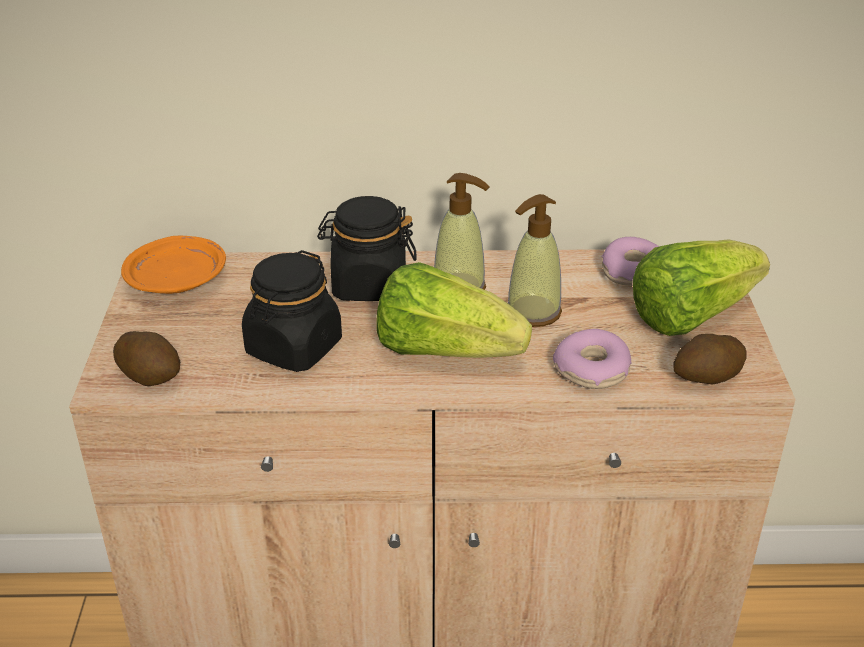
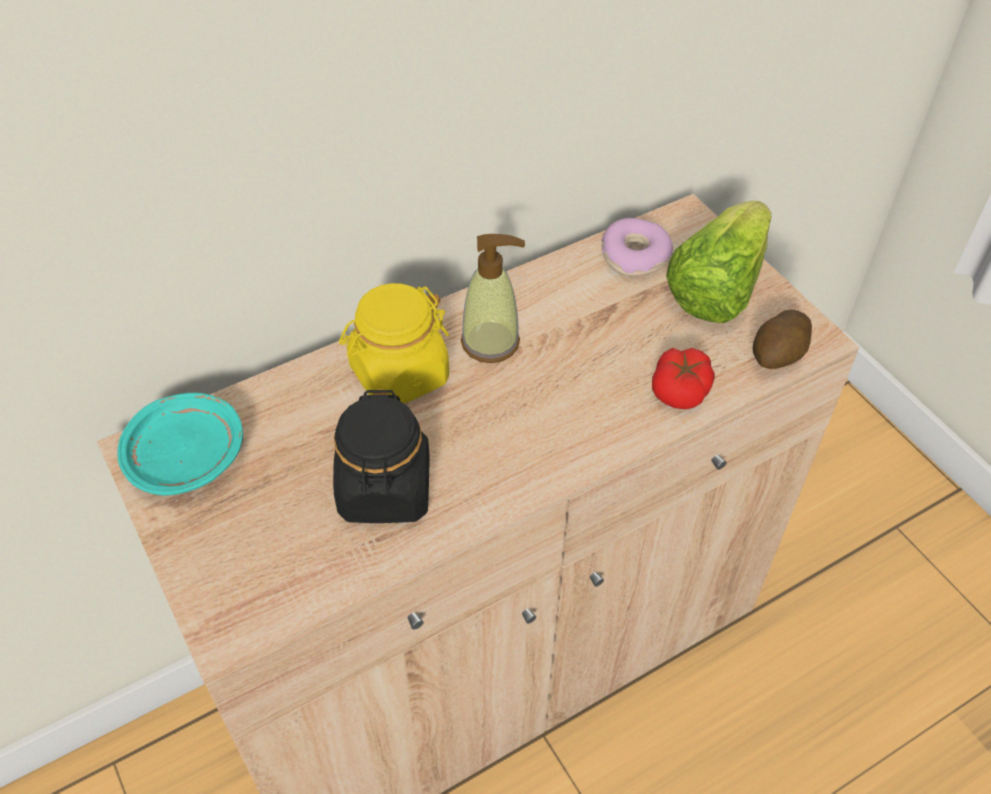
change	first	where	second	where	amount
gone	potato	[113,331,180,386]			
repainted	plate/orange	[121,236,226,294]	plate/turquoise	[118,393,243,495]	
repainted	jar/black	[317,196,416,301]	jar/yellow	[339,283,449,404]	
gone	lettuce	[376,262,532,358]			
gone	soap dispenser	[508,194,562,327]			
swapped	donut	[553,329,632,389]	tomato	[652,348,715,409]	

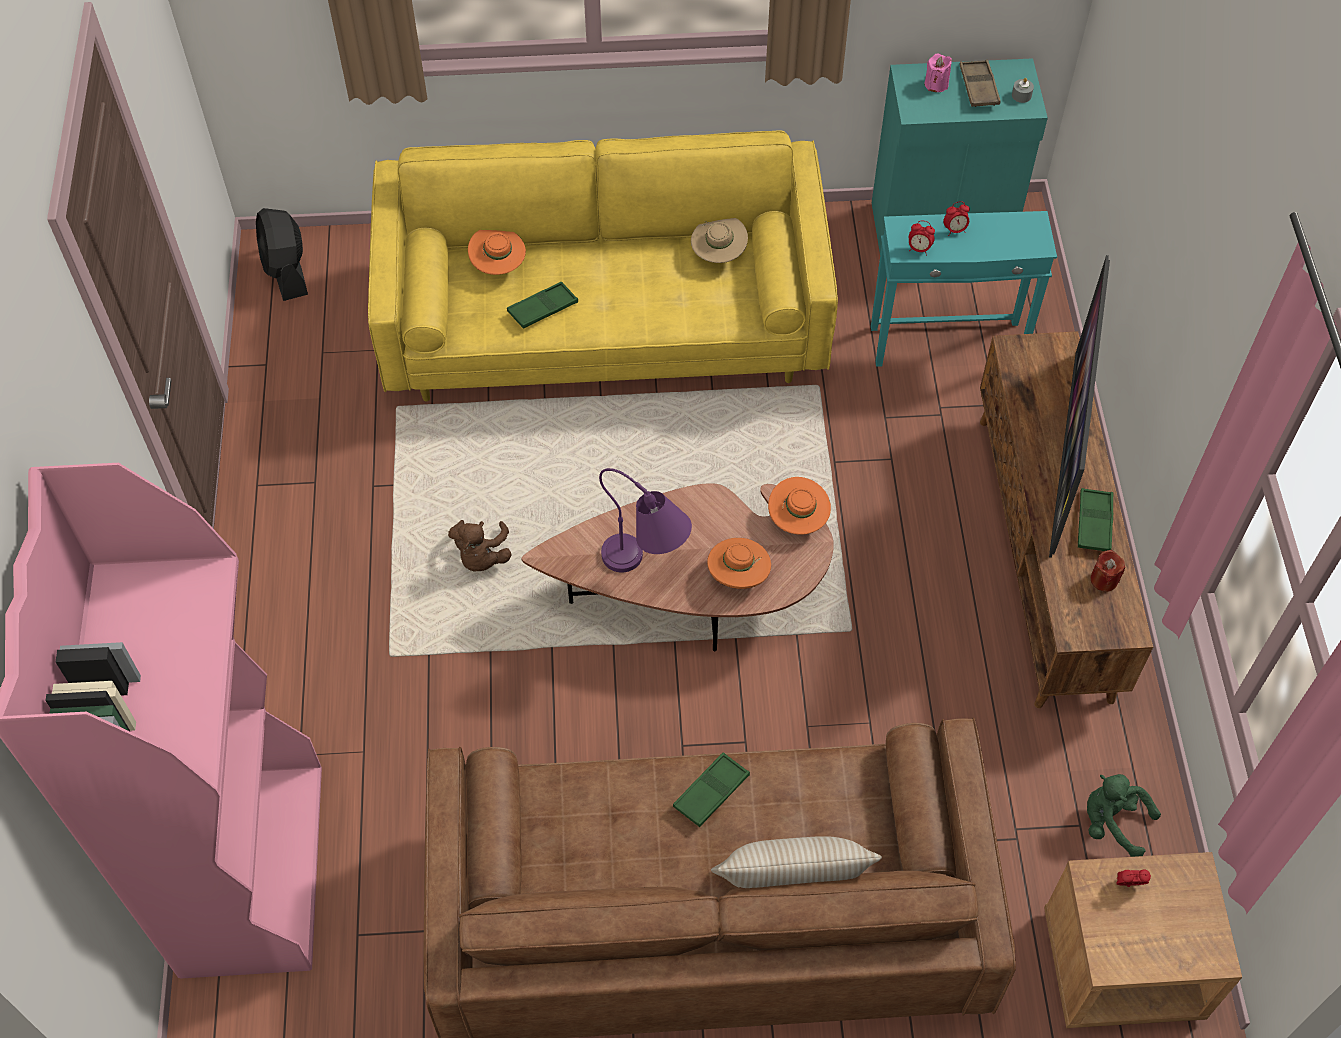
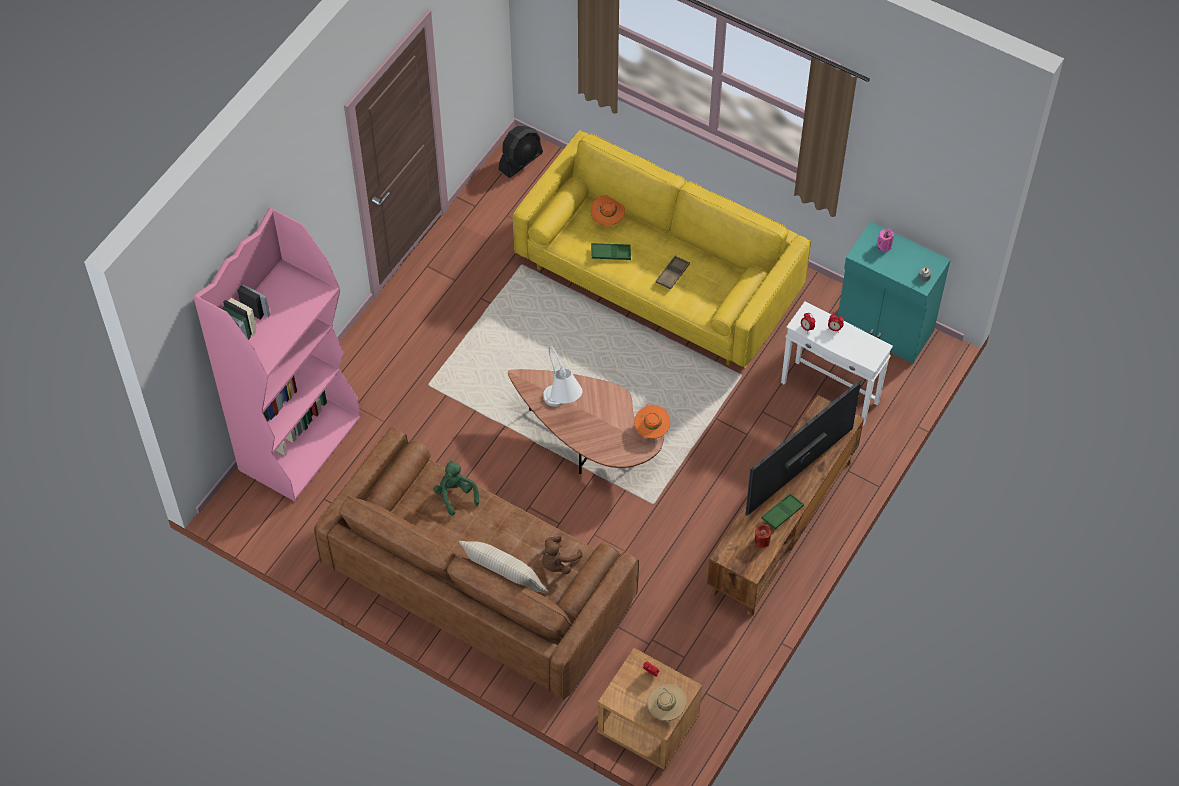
change	first	where	second	where	amount
rotated	fan/black	[256,208,308,301]		[499,126,543,178]	150 degrees counterclockwise
shifted	plush toy/brown	[448,520,512,571]		[542,536,583,574]	
repainted	table lamp/purple	[599,468,692,572]	table lamp/white	[543,346,583,407]	
gone	tray/green	[673,752,750,827]			
shifted	hat/beige	[691,218,748,263]		[647,684,687,721]	
gone	hat/orange	[707,538,771,589]			
repainted	side table/turquoise	[871,211,1057,367]	side table/white	[781,302,893,426]	
shifted	tray/brown	[960,60,1001,107]		[656,256,690,289]	
shifted	plush toy/green	[1087,774,1161,857]		[433,460,479,516]	

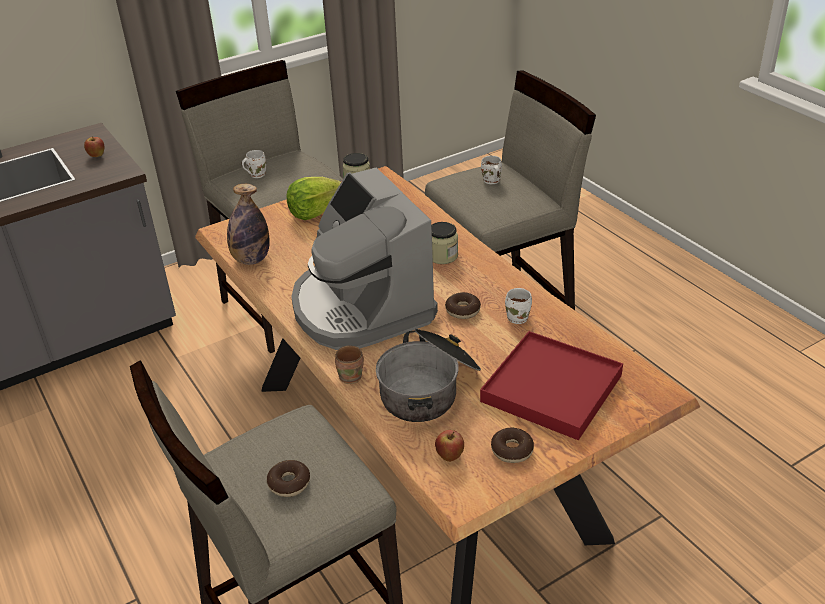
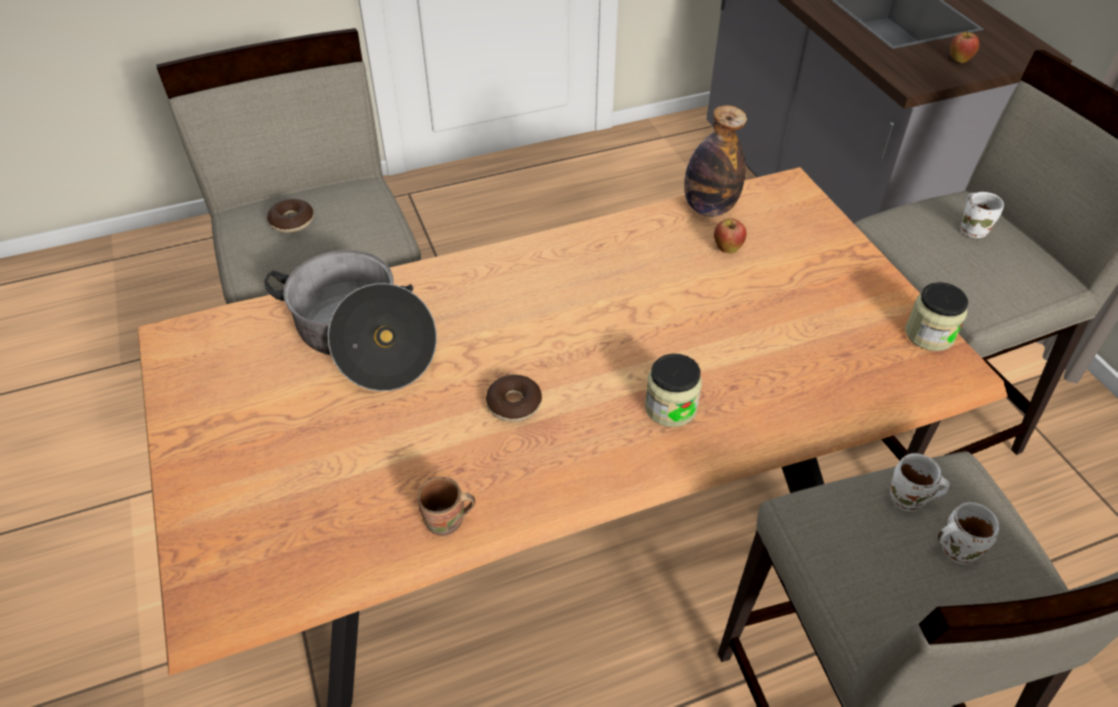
change	first	where	second	where	amount
gone	lettuce	[286,177,341,220]			
gone	coffee machine	[291,167,438,350]			
shifted	mug/brown	[335,345,364,384]		[418,477,475,537]	
shifted	apple	[435,430,464,462]		[714,219,746,253]	
gone	tray/red	[480,331,623,440]			
gone	donut	[491,428,534,463]			
shifted	mug/white	[505,288,532,324]		[890,453,951,512]	

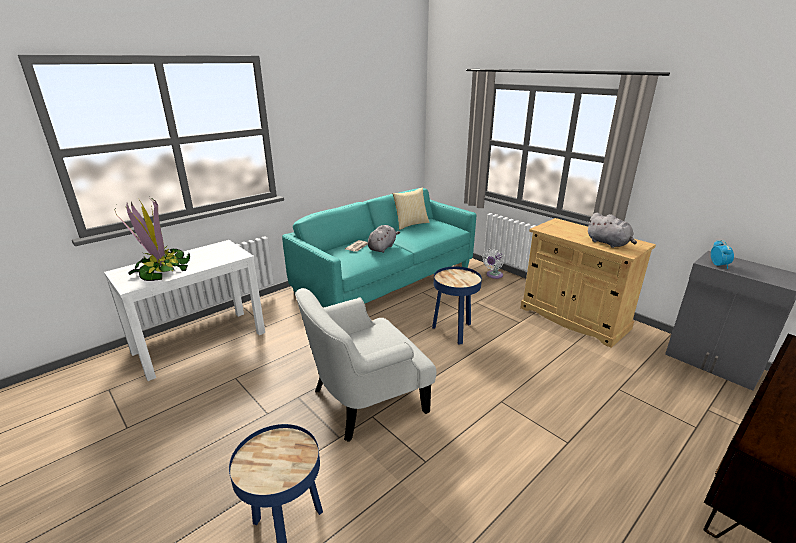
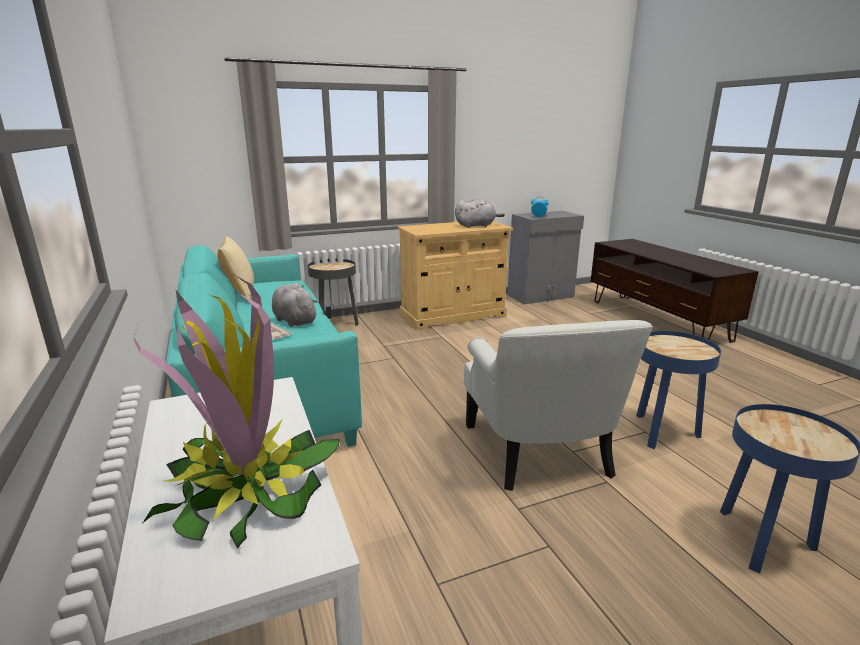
change	first	where	second	where	amount
shifted	side table/blue	[432,266,482,345]		[636,331,721,449]	
swapped	fan/white	[482,249,504,279]	side table/black	[308,259,359,326]	

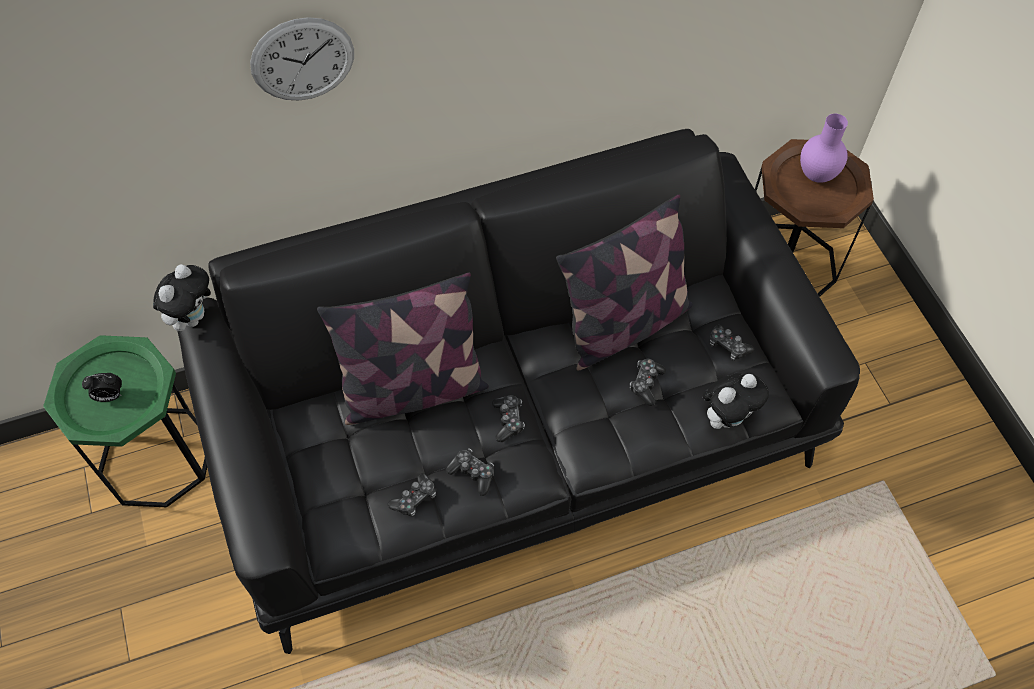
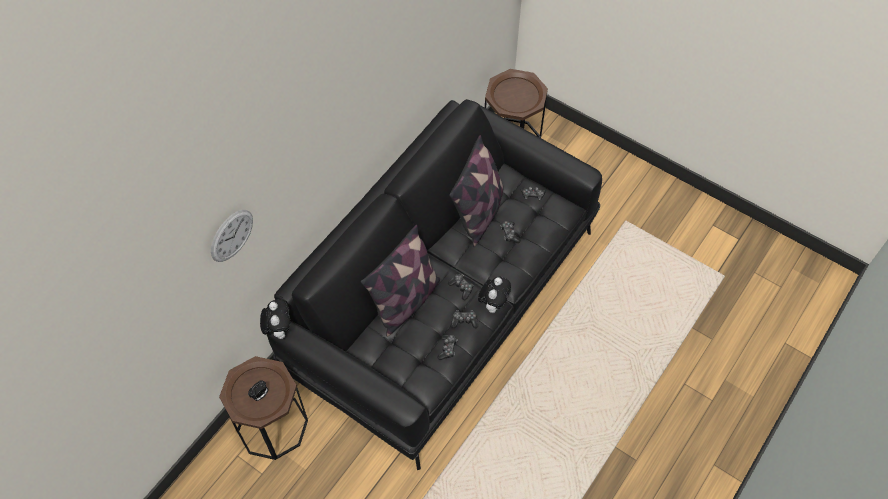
change	first	where	second	where	amount
repainted	side table/green	[43,335,207,507]	side table/brown	[219,356,308,460]	
shifted	wall clock	[250,17,354,100]		[211,210,253,262]	
shifted	plush toy	[703,373,769,429]		[478,277,511,313]	
gone	vase/purple	[800,114,848,183]			

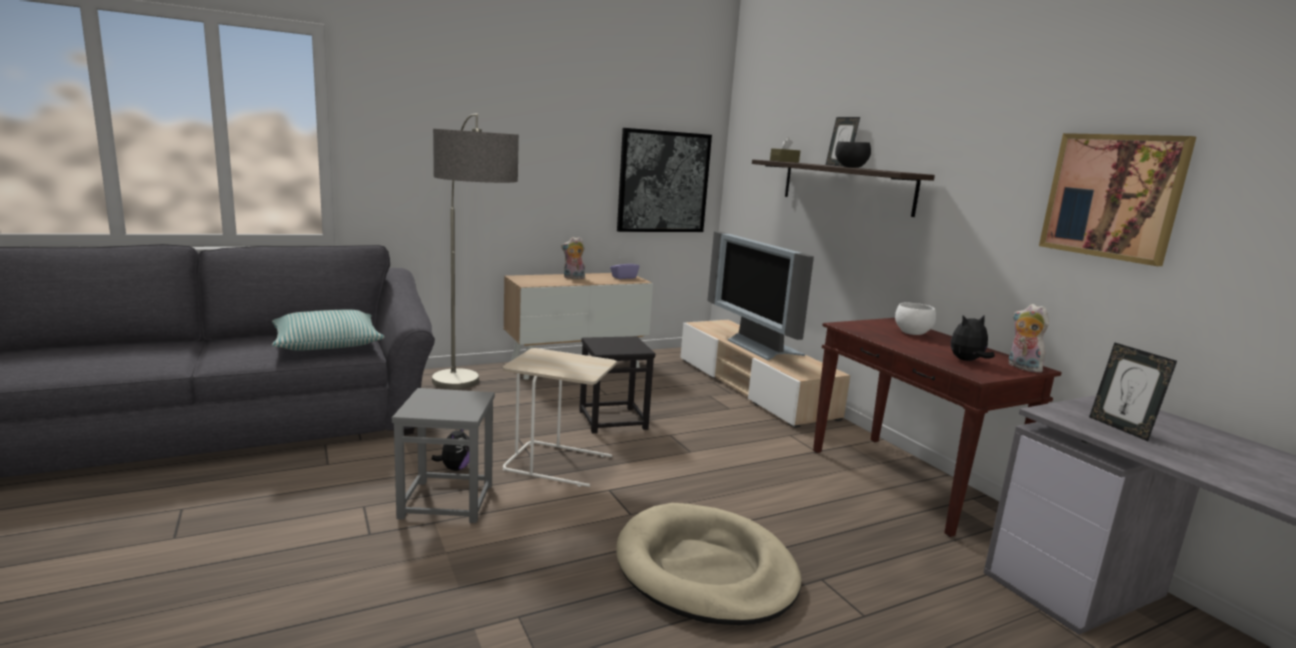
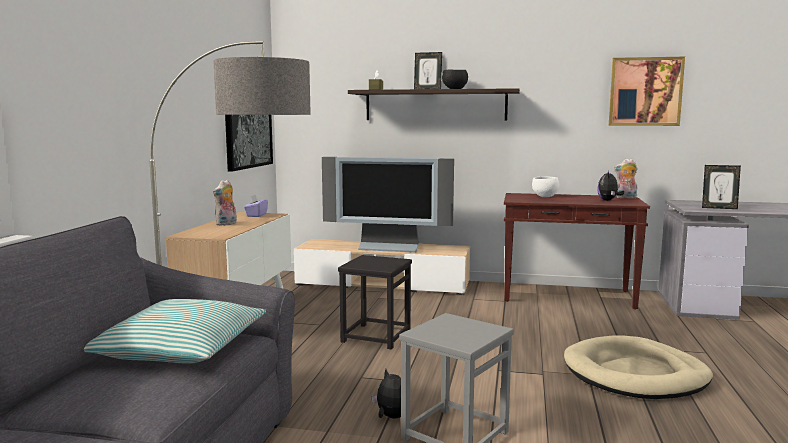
change	first	where	second	where	amount
gone	side table/beige	[503,348,617,487]			

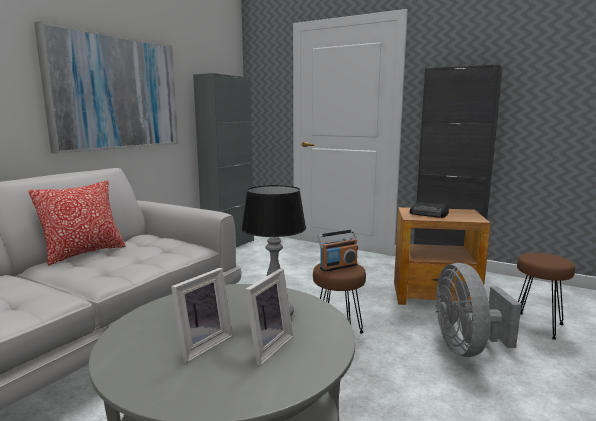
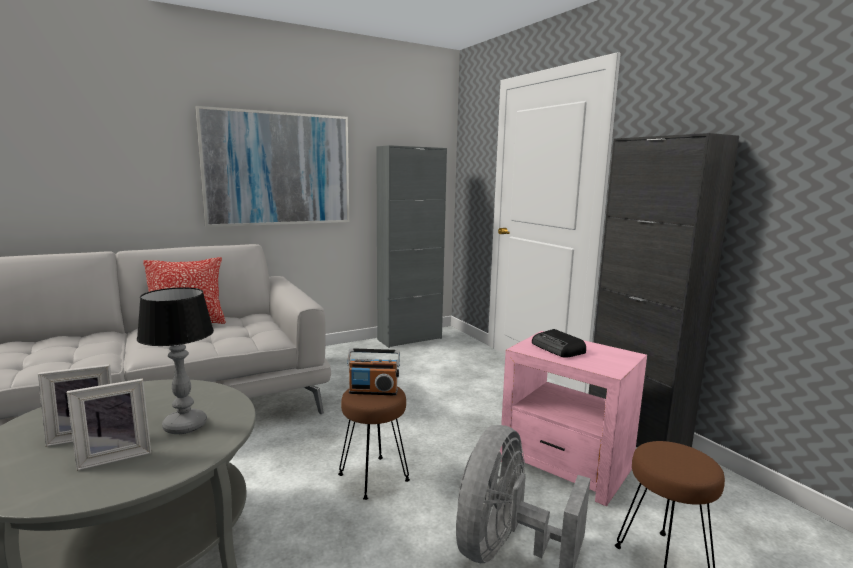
change	first	where	second	where	amount
repainted	side table/brown	[394,207,491,305]	side table/pink	[500,331,647,507]	

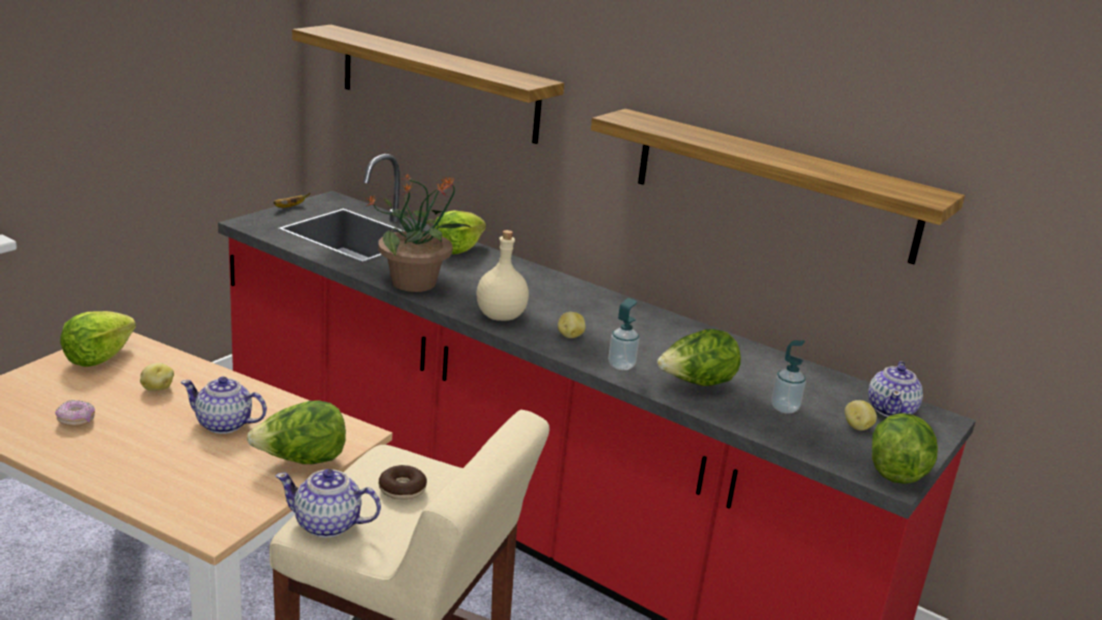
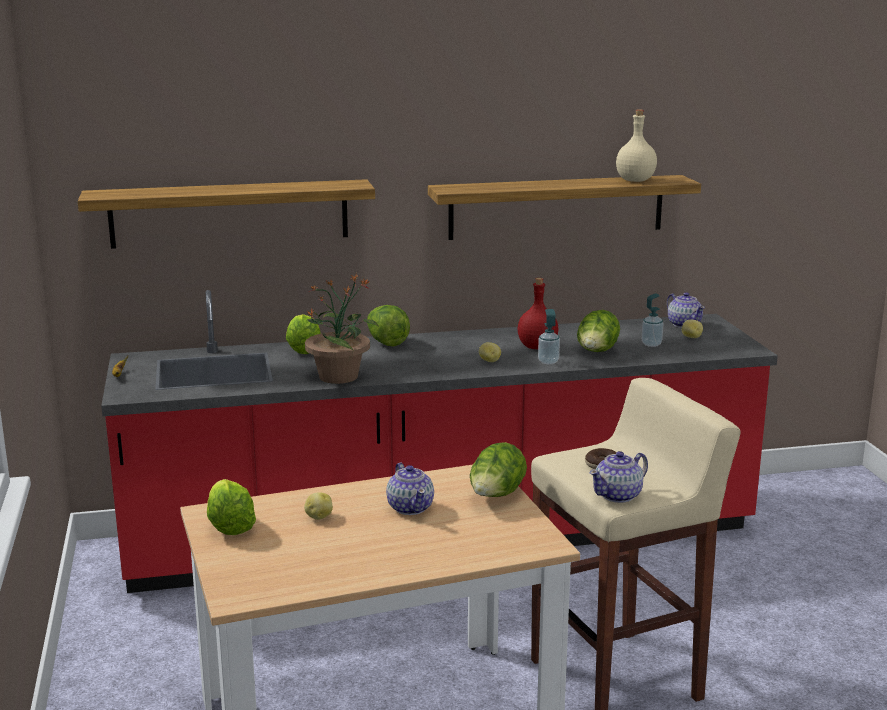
change	first	where	second	where	amount
gone	donut	[55,400,95,427]			
rotated	teapot	[181,377,267,434]		[386,463,434,515]	75 degrees counterclockwise
shifted	bottle/beige	[476,230,529,321]		[616,109,657,182]	
shifted	lettuce	[872,413,938,484]		[367,305,410,347]	
new			bottle/red	[517,278,559,349]	

